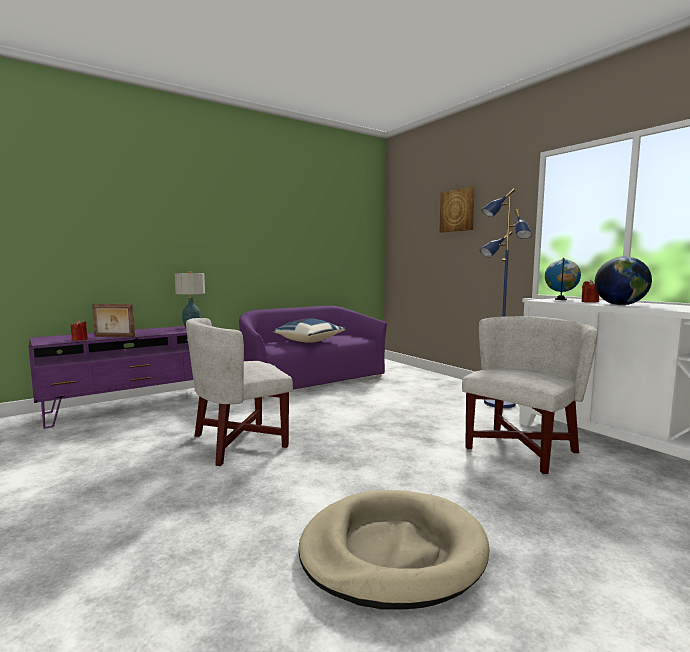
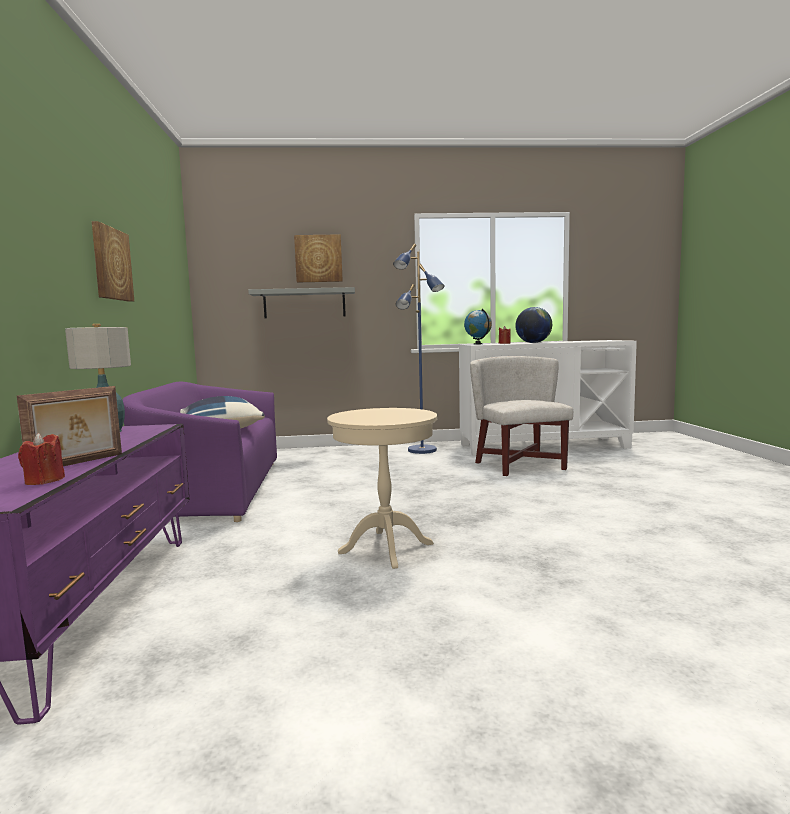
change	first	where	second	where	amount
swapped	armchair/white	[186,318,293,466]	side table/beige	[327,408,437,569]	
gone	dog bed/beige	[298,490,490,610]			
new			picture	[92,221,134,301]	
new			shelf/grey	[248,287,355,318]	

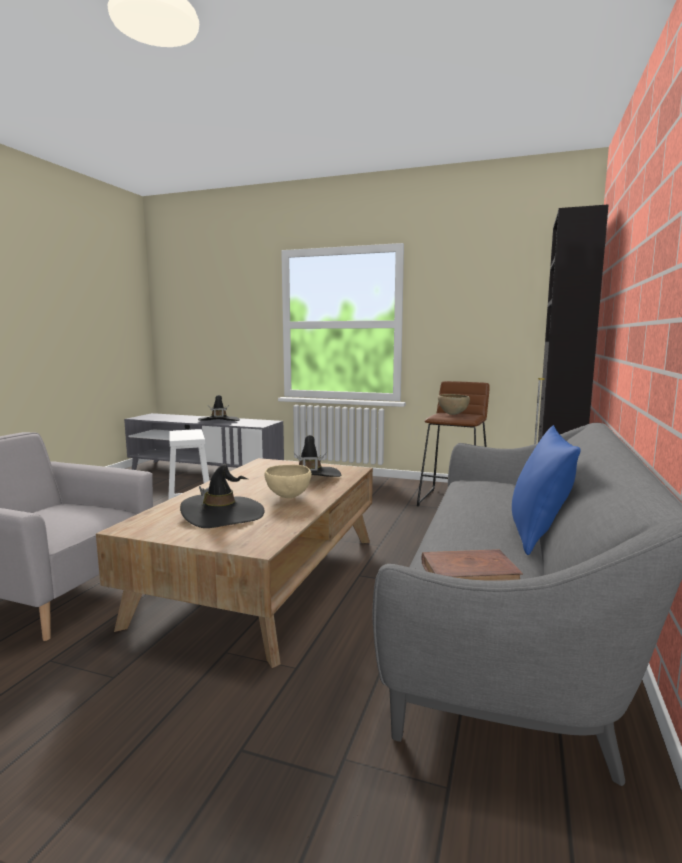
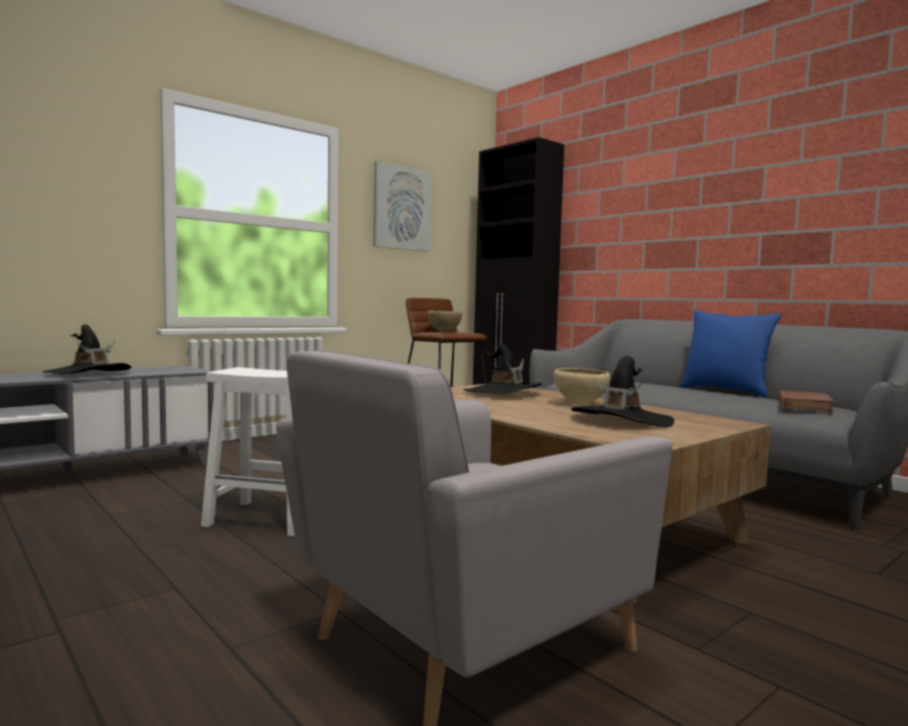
change	first	where	second	where	amount
new			picture	[373,161,432,252]	

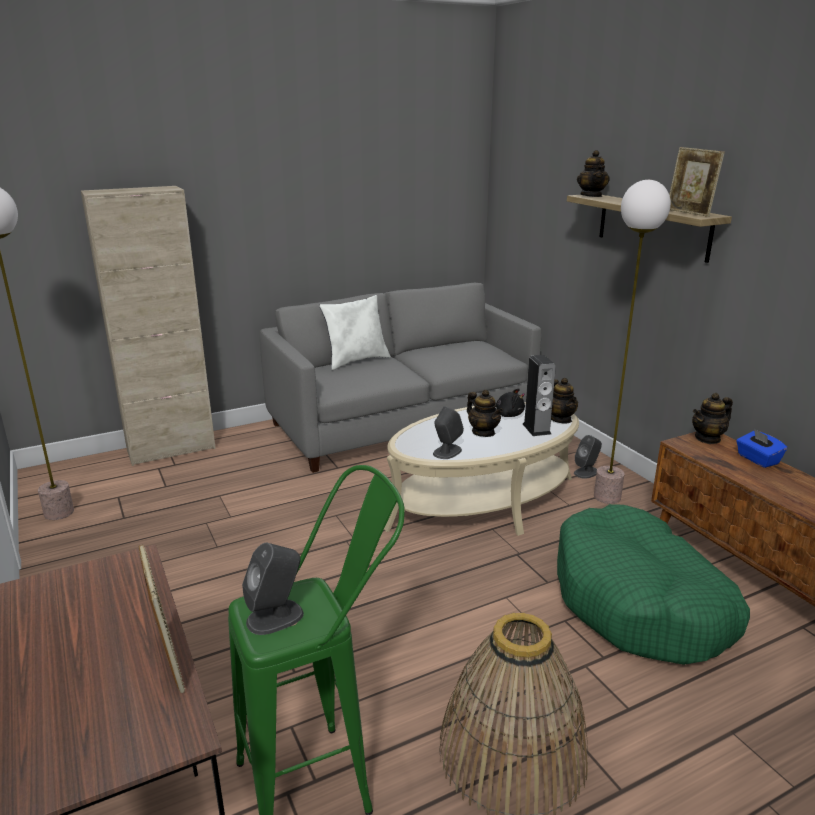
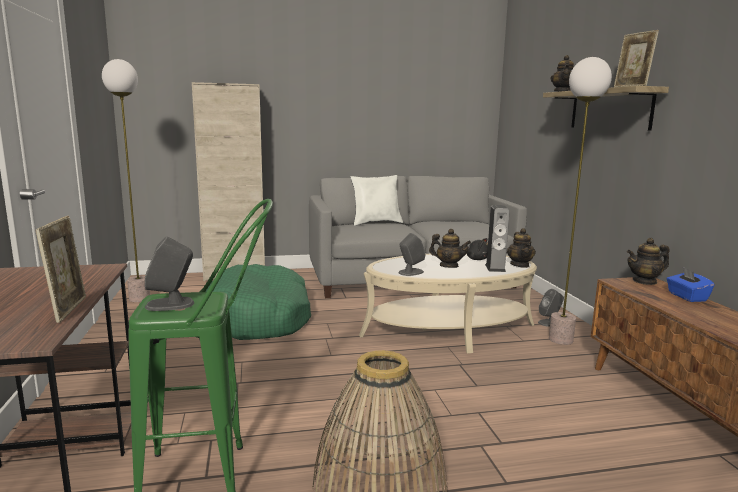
change	first	where	second	where	amount
rotated	teapot	[467,390,503,437]		[429,229,471,268]	45 degrees counterclockwise
shifted	dog bed/green	[557,504,750,665]		[205,264,311,340]	

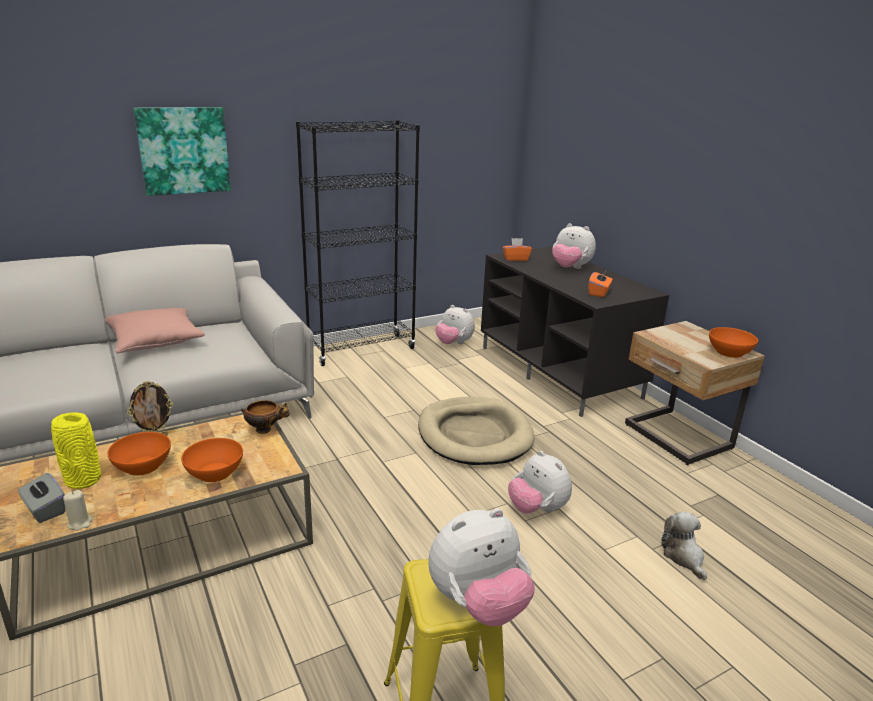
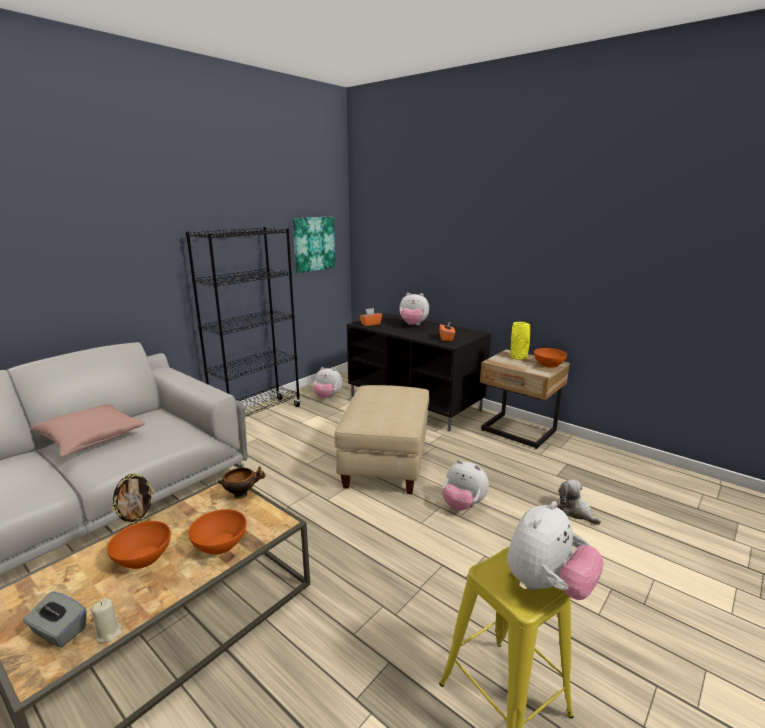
change	first	where	second	where	amount
shifted	vase/yellow	[51,412,101,489]		[510,322,530,360]	
shifted	picture	[134,107,231,196]		[293,216,335,273]	
swapped	dog bed/beige	[418,397,535,465]	ottoman/beige	[334,385,429,494]	

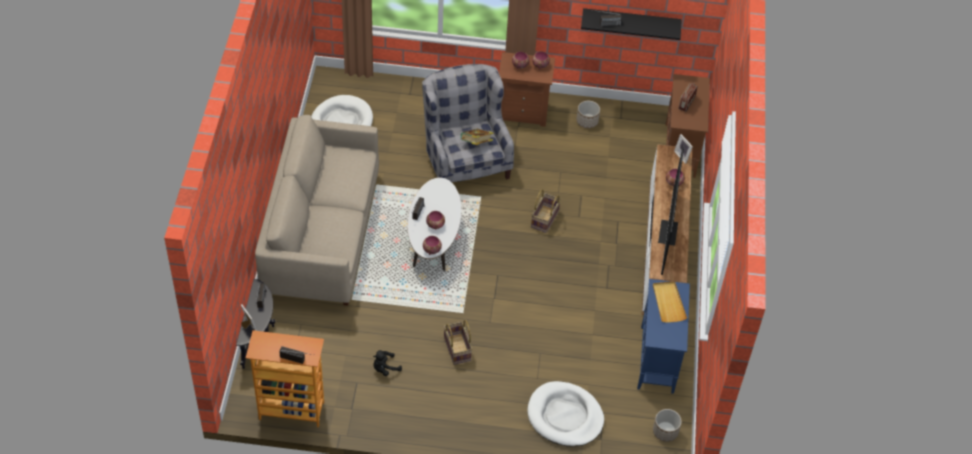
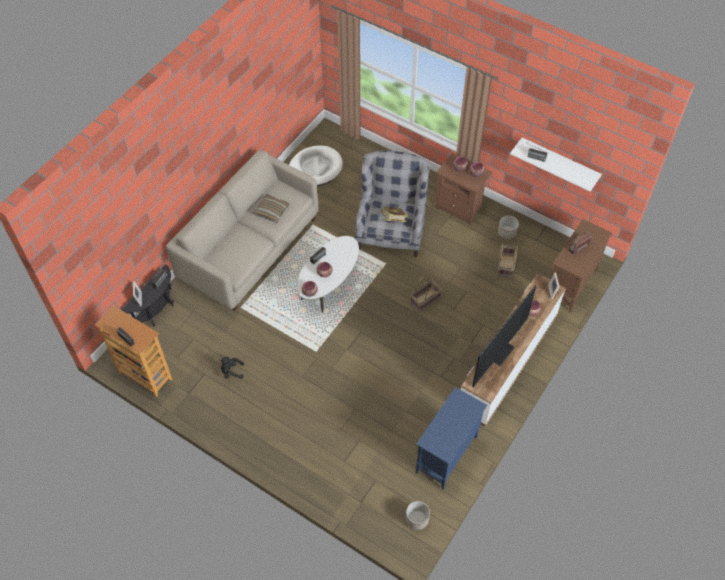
change	first	where	second	where	amount
shifted	basket	[444,320,472,364]		[497,243,518,277]	
gone	dog bed/white	[527,381,604,447]			
repainted	shelf/black	[581,8,682,40]	shelf/white	[510,138,602,192]	
gone	tray/beige	[653,281,687,323]			
new			pillow	[252,194,290,223]	

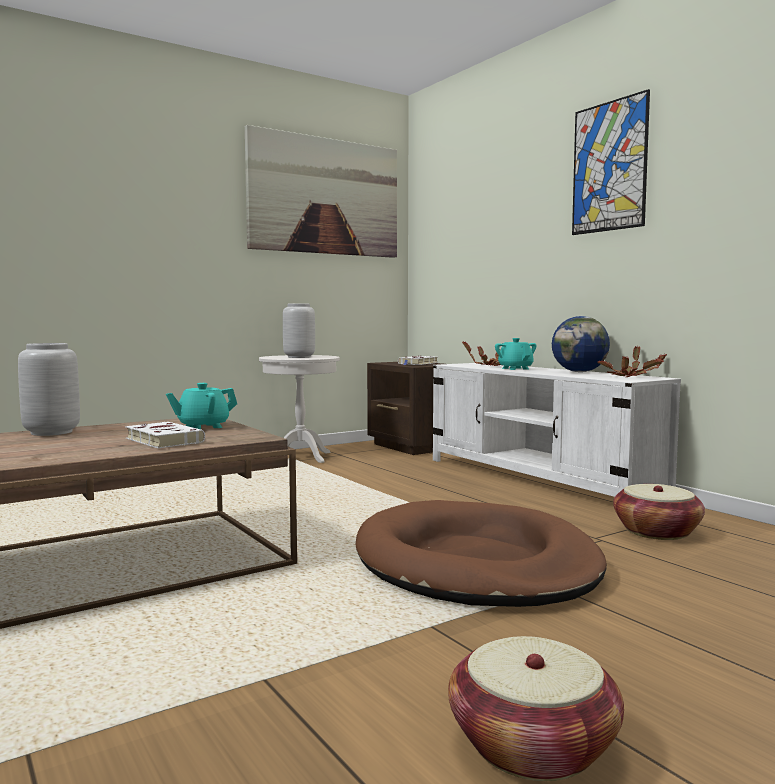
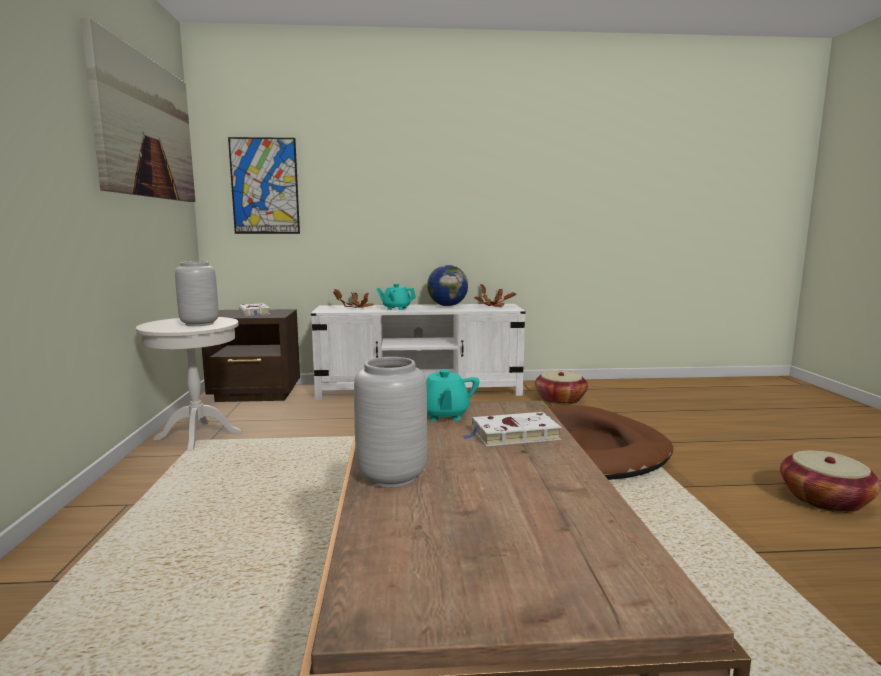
change	first	where	second	where	amount
shifted	picture	[572,89,650,235]		[228,137,300,234]	

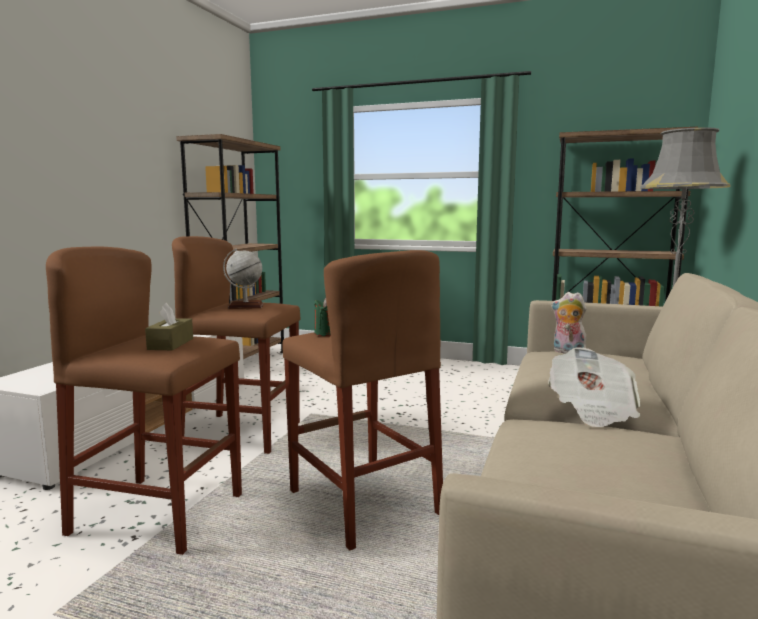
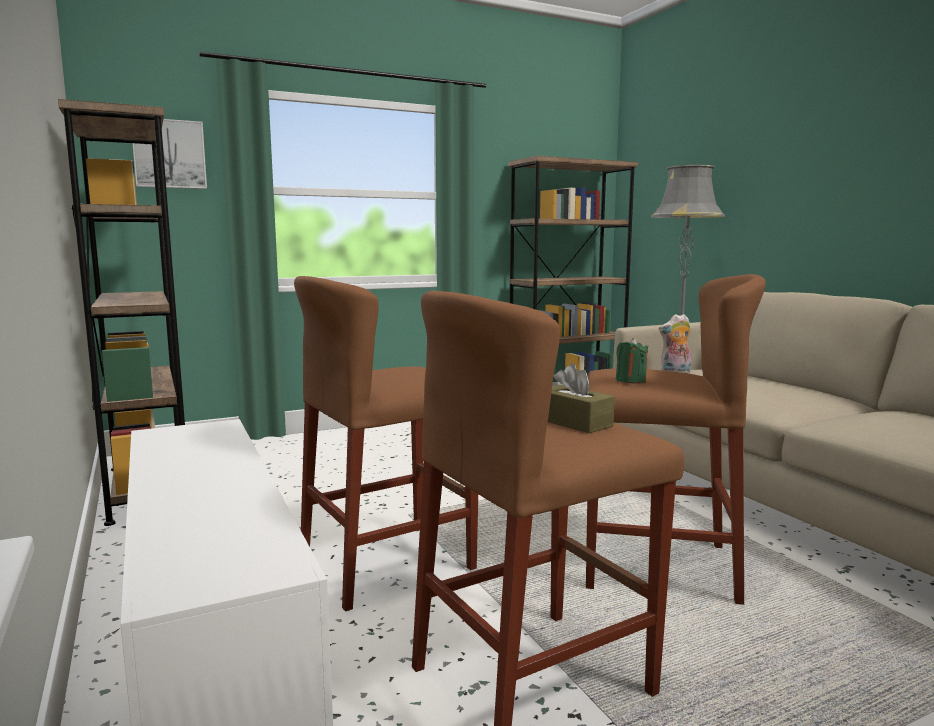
change	first	where	second	where	amount
gone	globe	[223,249,264,309]			
gone	newspaper	[548,347,640,427]			
new			picture	[133,119,207,189]	

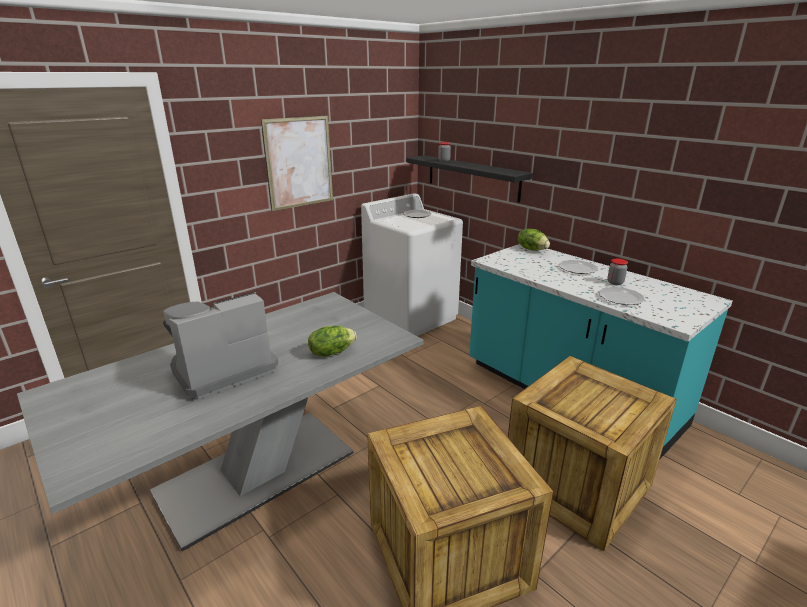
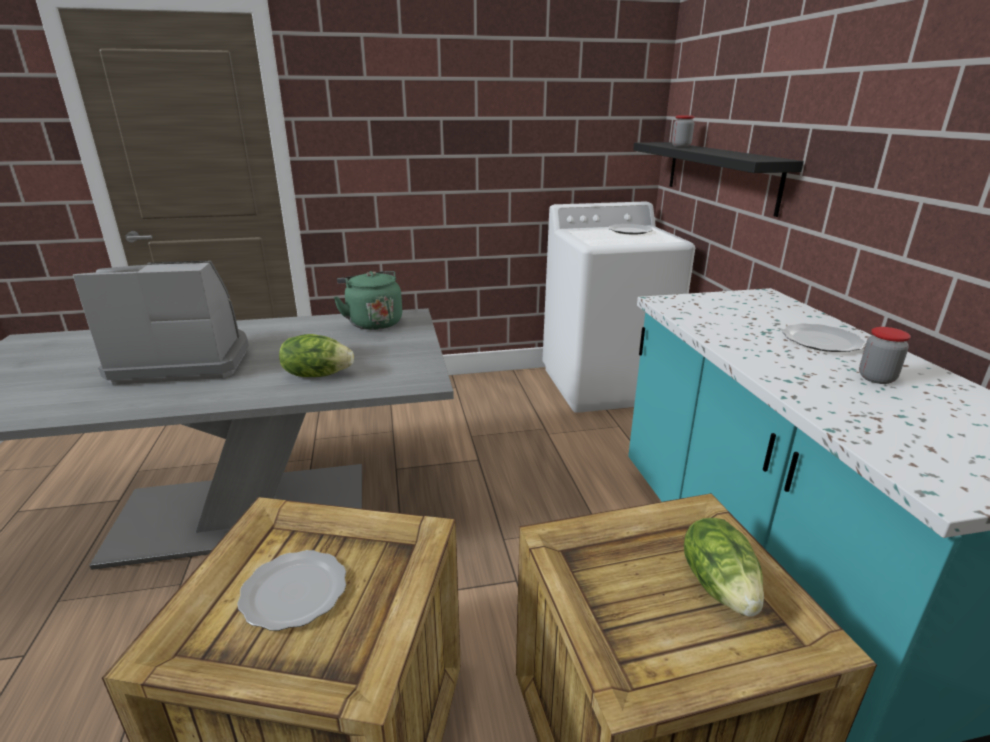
change	first	where	second	where	amount
gone	picture	[261,115,333,211]			
shifted	lettuce	[518,229,550,251]		[684,518,764,617]	
shifted	plate	[599,287,645,305]		[237,550,346,631]	
new			kettle/green	[333,271,402,330]	

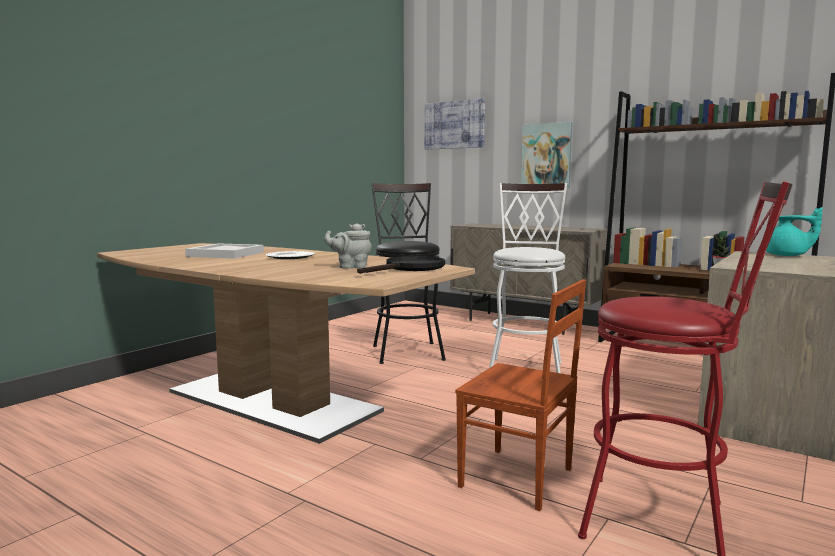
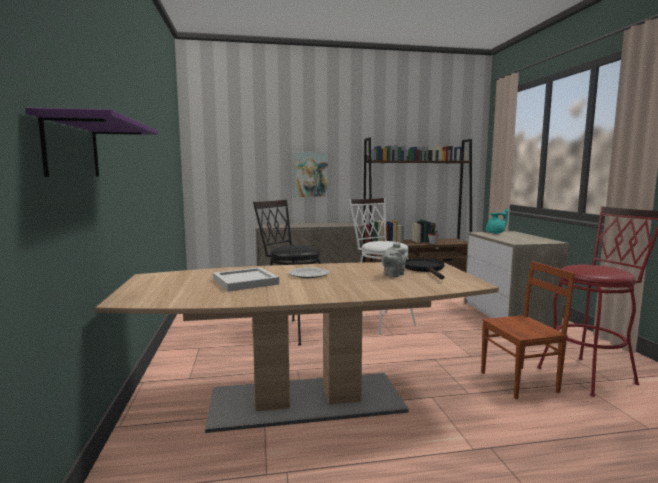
change	first	where	second	where	amount
gone	picture	[424,98,485,150]			
new			shelf/purple	[25,107,157,177]	

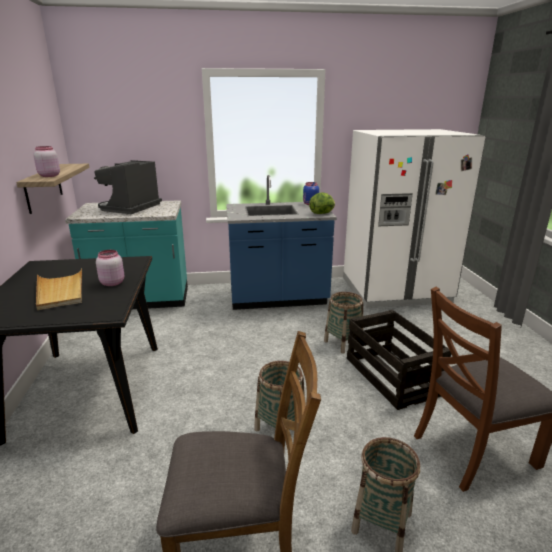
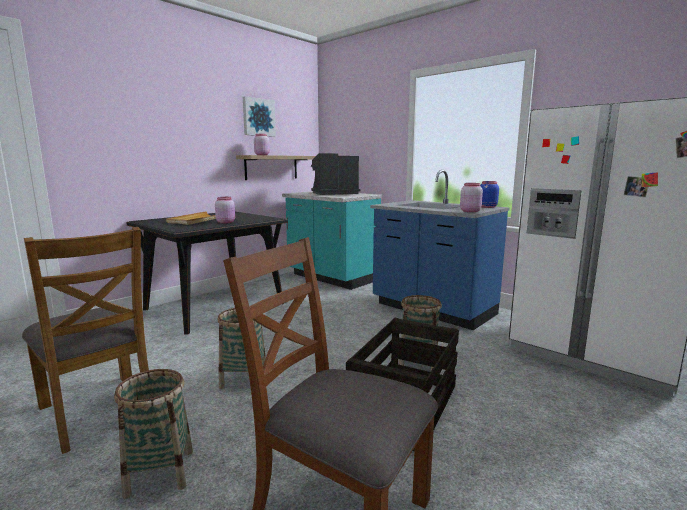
change	first	where	second	where	amount
swapped	lettuce	[309,192,335,214]	jar/pink	[460,183,483,212]	
new			picture	[243,96,276,137]	

